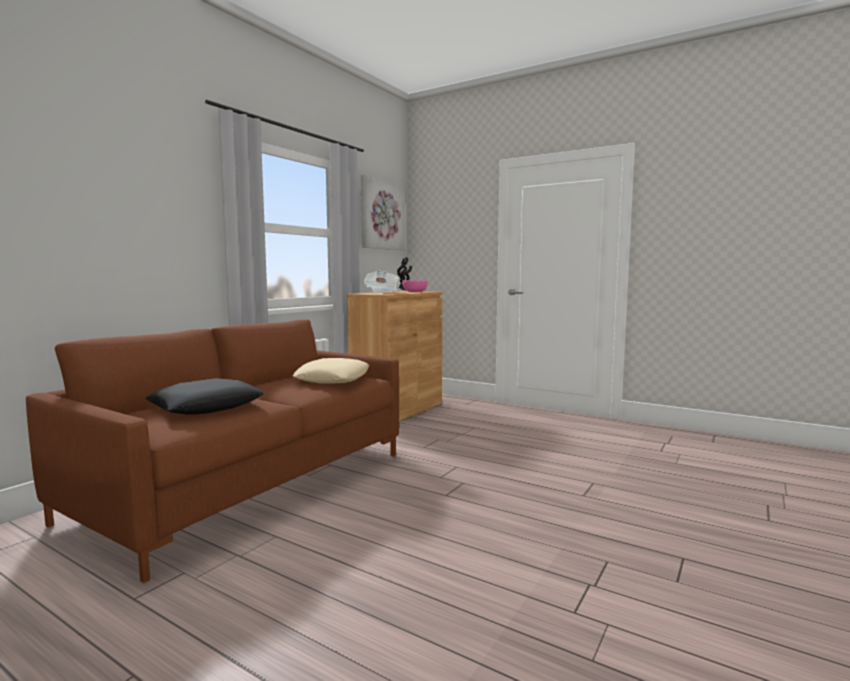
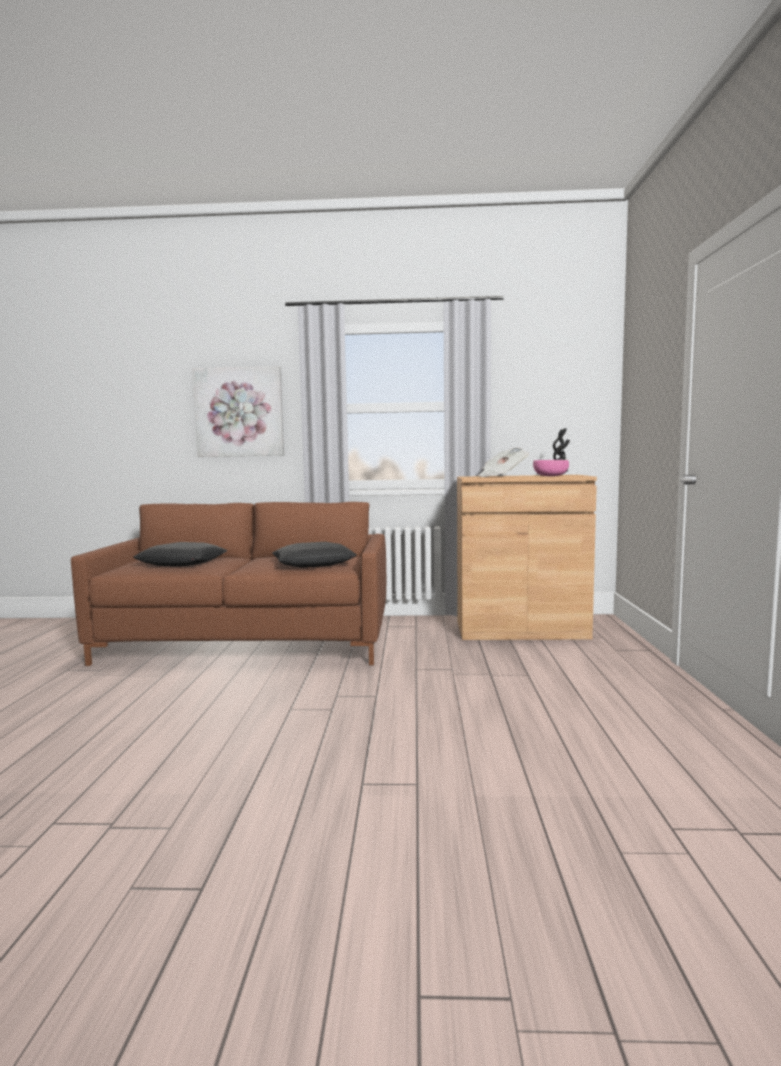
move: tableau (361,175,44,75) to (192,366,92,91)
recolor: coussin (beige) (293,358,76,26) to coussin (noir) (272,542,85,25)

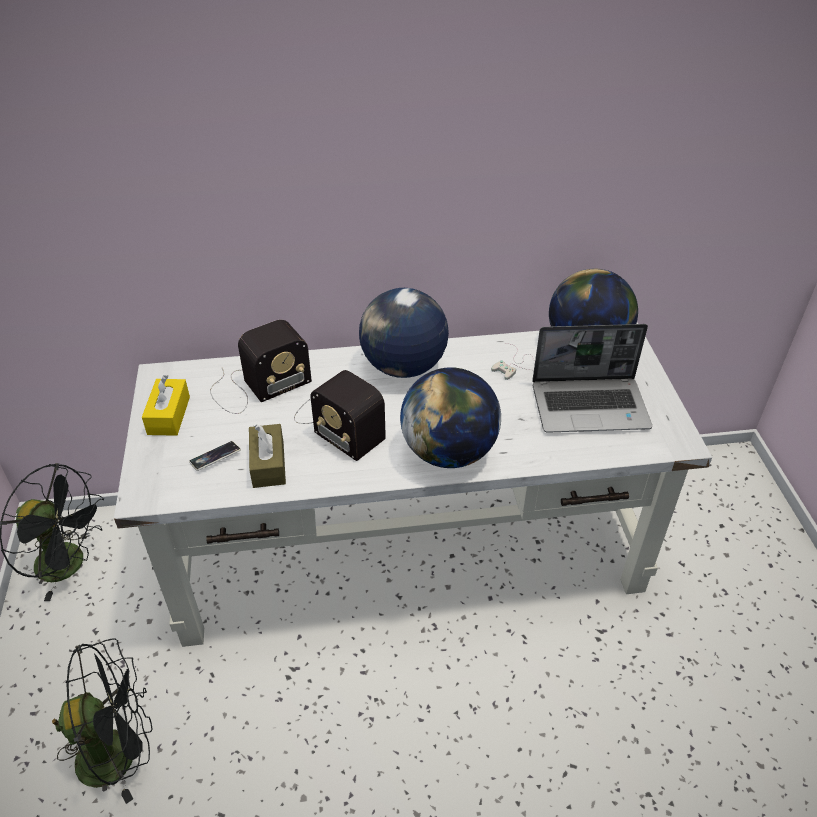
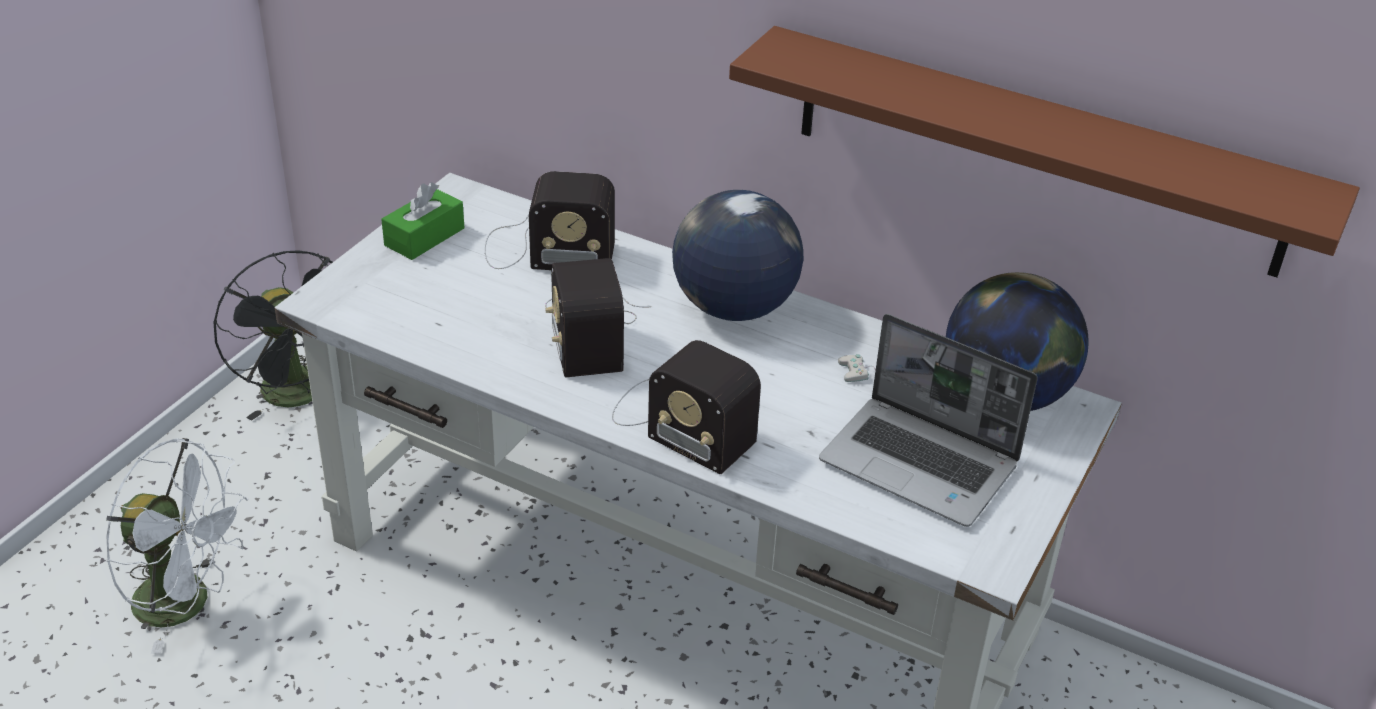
delete: boîte à mouchoirs (marron) (249,424,37,64); téléphone (189,441,52,30)
insert: étagère (marron) (729,26,631,251)
replace: globe (400,367,101,101) to radio (612,340,149,134)
recolor: boîte à mouchoirs (jaune) (142,375,48,61) to boîte à mouchoirs (vert) (381,182,83,78); ventilateur (noir) (52,638,101,166) to ventilateur (blanc) (106,438,142,216)

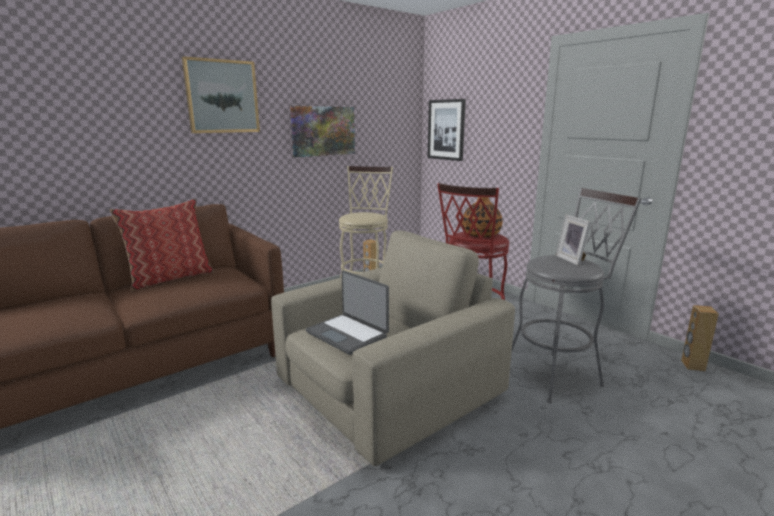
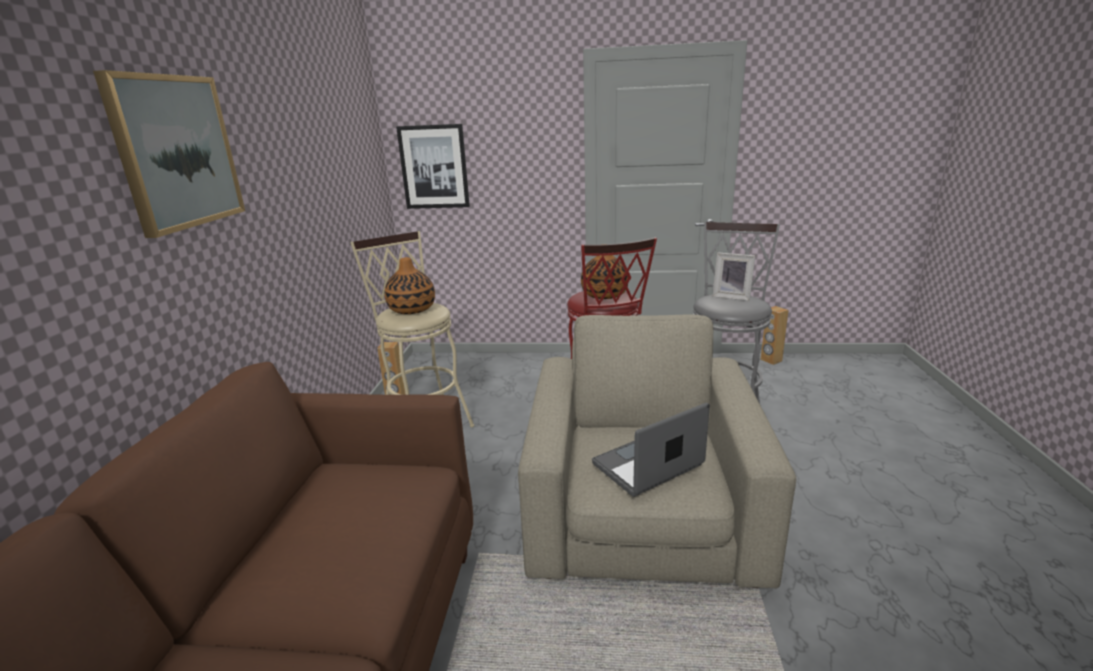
delete: tableau (290,106,65,51); coussin (110,199,103,92)
insert: vase (384,257,51,57)
rotate: ordinateur portable (306,270,83,85) = (592,403,118,94) 150 degrees clockwise

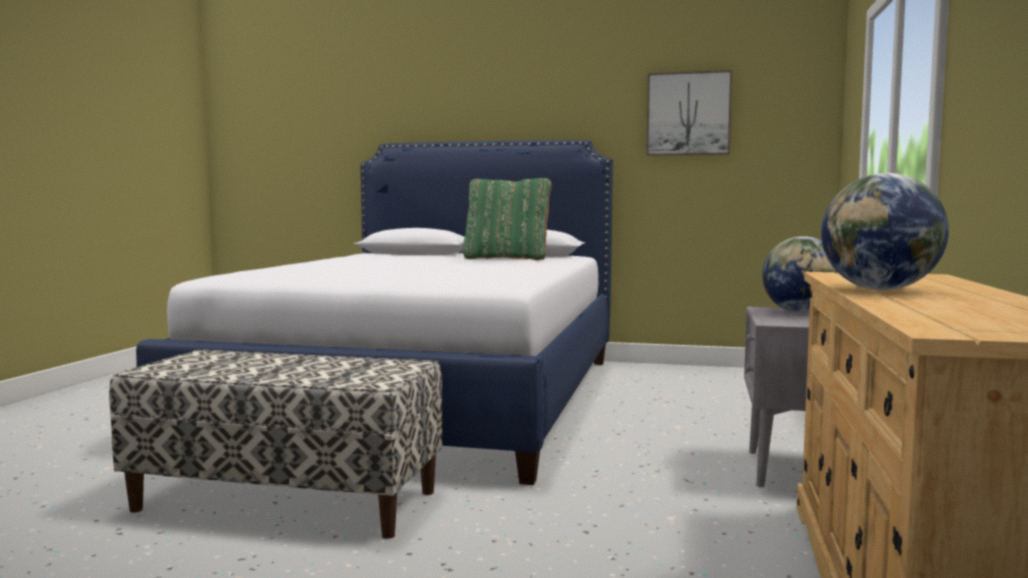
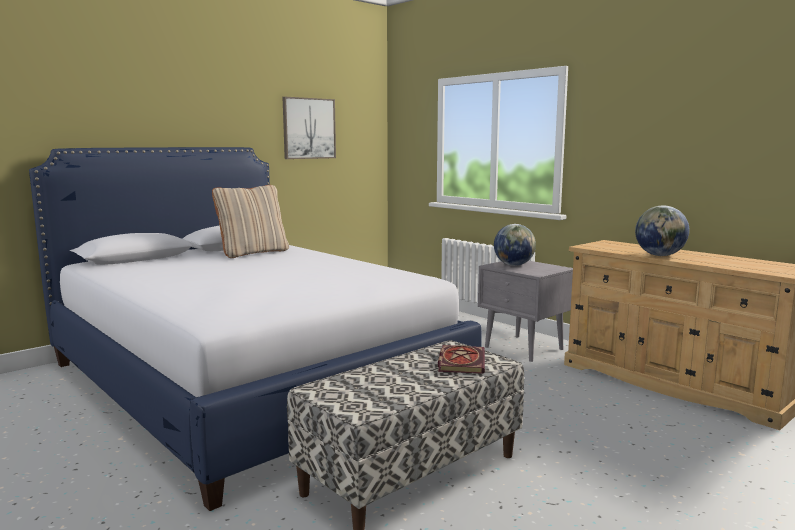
insert: livre (438,345,47,29)
recolor: coussin (vert) (463,178,89,82) to coussin (beige) (212,185,77,73)

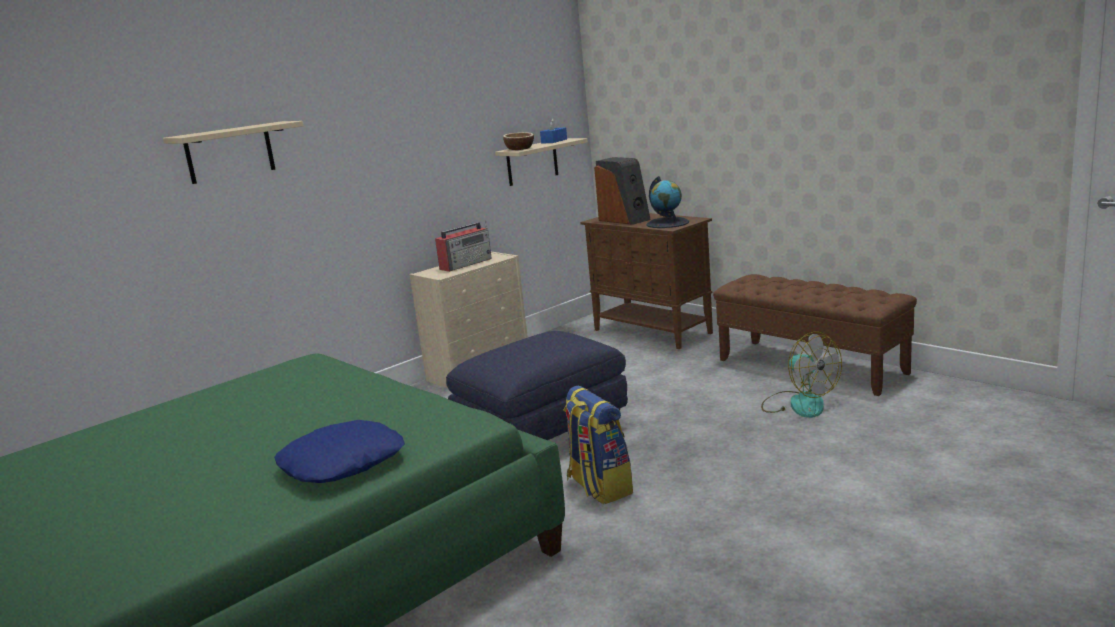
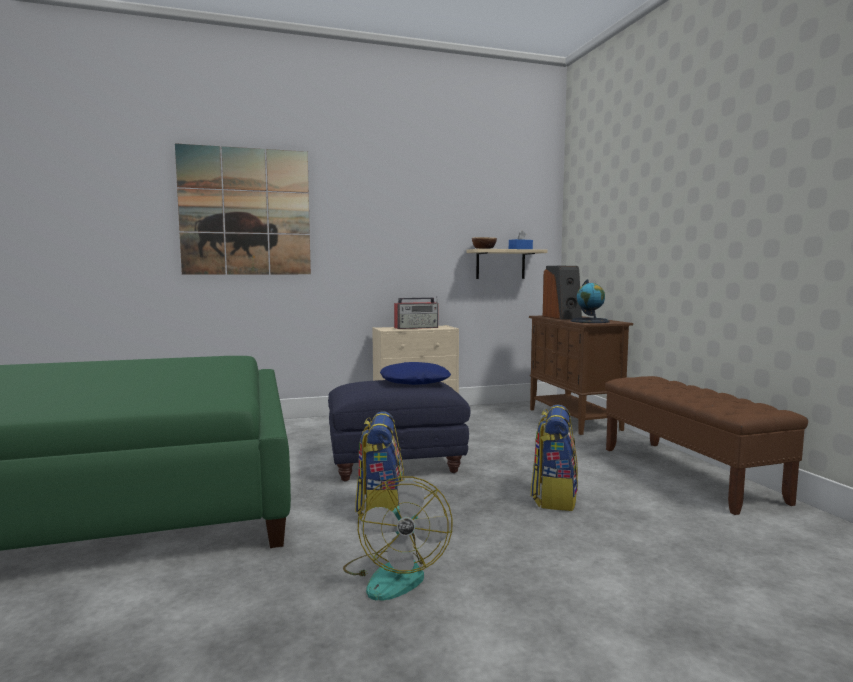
insert: sac à dos (531,405,47,106)
move: ventilateur (761,332,81,86) to (343,477,110,124); coussin (bleu) (274,420,131,63) to (380,362,71,23)
replace: étagère (beige) (163,121,140,63) to tableau (175,143,136,131)

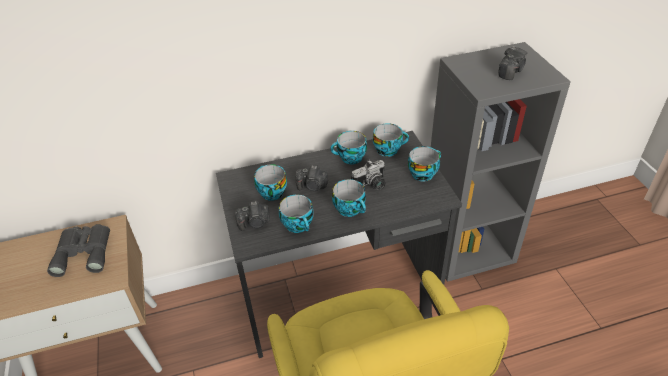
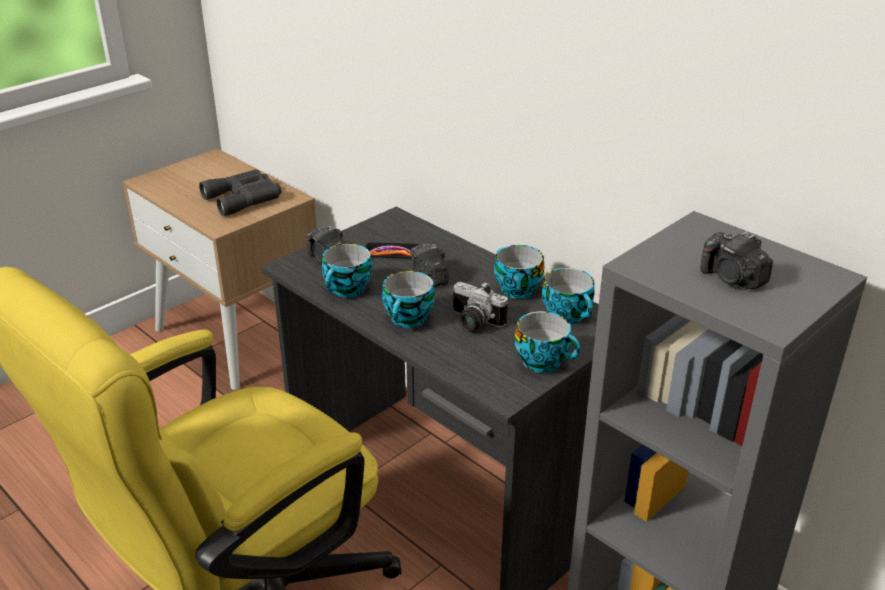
replace: tasse (254,164,33,37) to téléphone (366,243,53,15)
rotate: appareil photo (498,46,29,34) = (701,232,72,58) 45 degrees clockwise

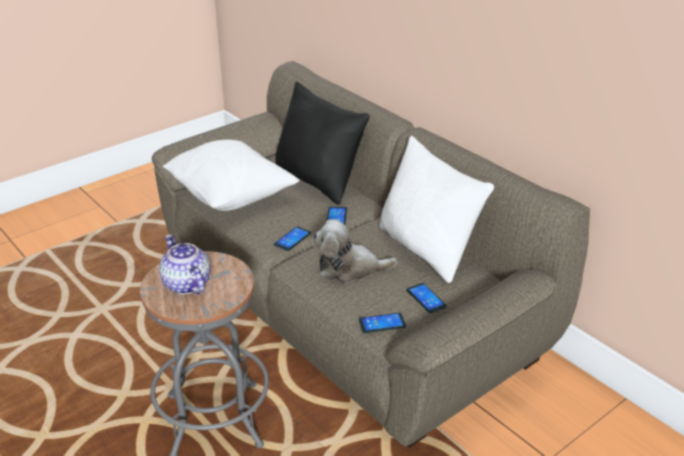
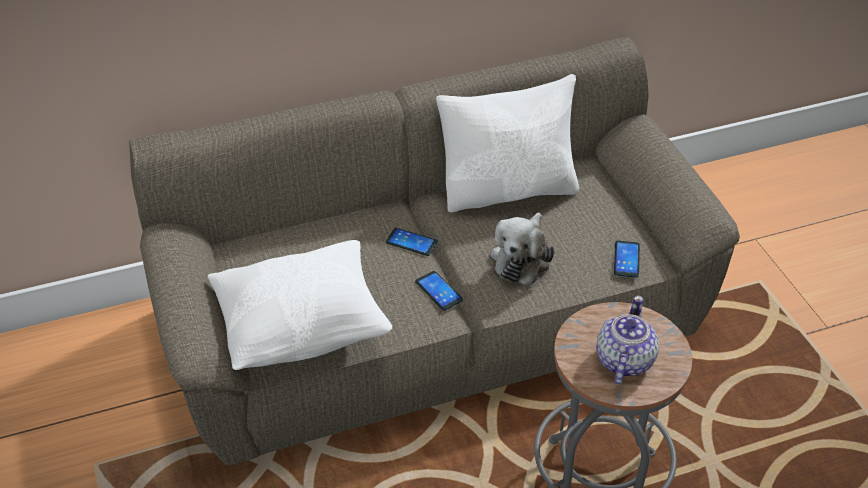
delete: coussin (noir) (275,82,95,123); téléphone (407,283,40,30)
rotate: théière (159,235,52,59) = (596,295,63,90) 120 degrees clockwise

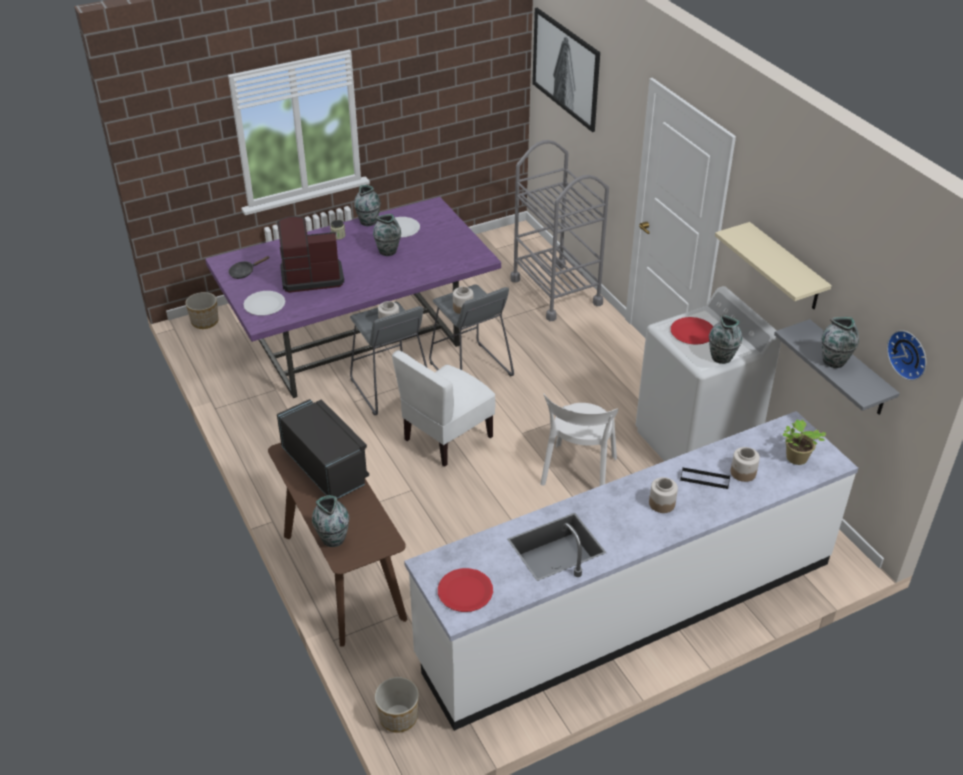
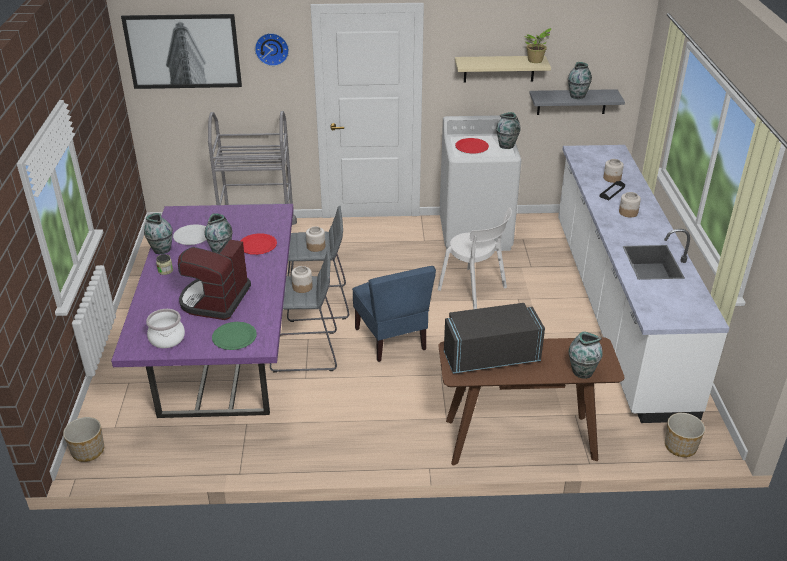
move: horloge murale (887,330,39,51) to (255,33,34,33); plante en pot (783,420,43,45) to (525,28,26,35); assiette (rouge) (438,568,55,44) to (240,233,37,22)
replace: poêle (noir) (228,256,42,23) to marmite (146,309,39,39)
recolor: assiette (blanc) (243,291,42,25) to assiette (vert) (212,322,45,28); chaise (blanc) (392,350,103,117) to chaise (bleu) (352,266,84,96)

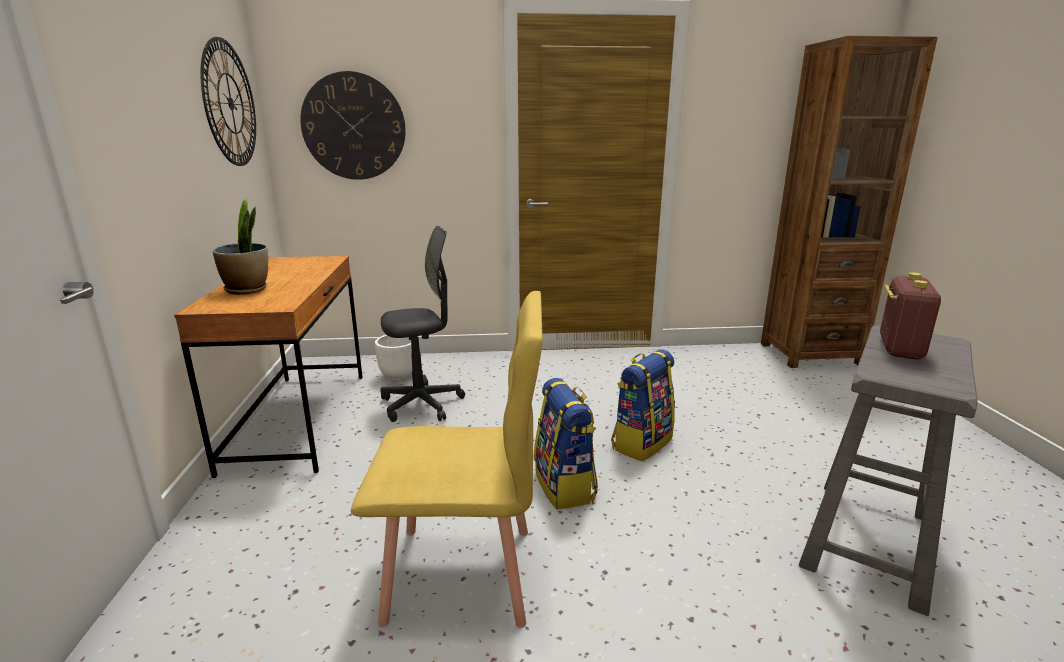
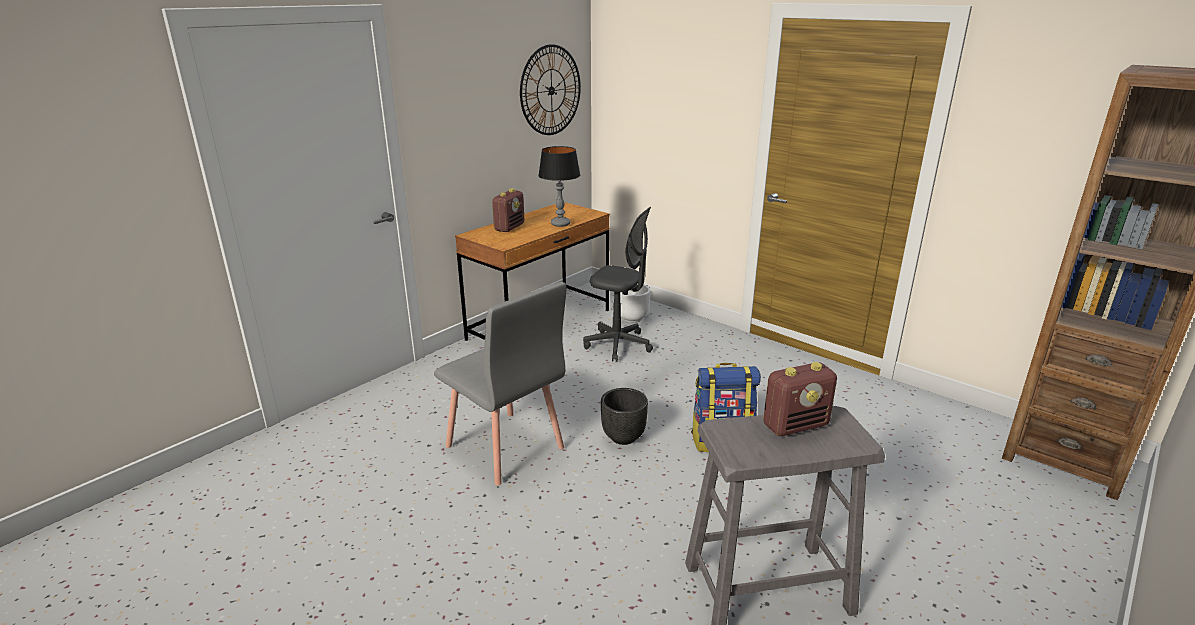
delete: horloge murale (300,71,106,109)
insert: lampe de table (538,146,42,81)
replace: plante en pot (213,197,55,98) to radio (492,188,32,44); sac à dos (534,378,64,131) to cache-pot (noir) (601,388,47,57)
recolor: chaise (jaune) (351,291,192,337) to chaise (gris) (434,282,133,203)

